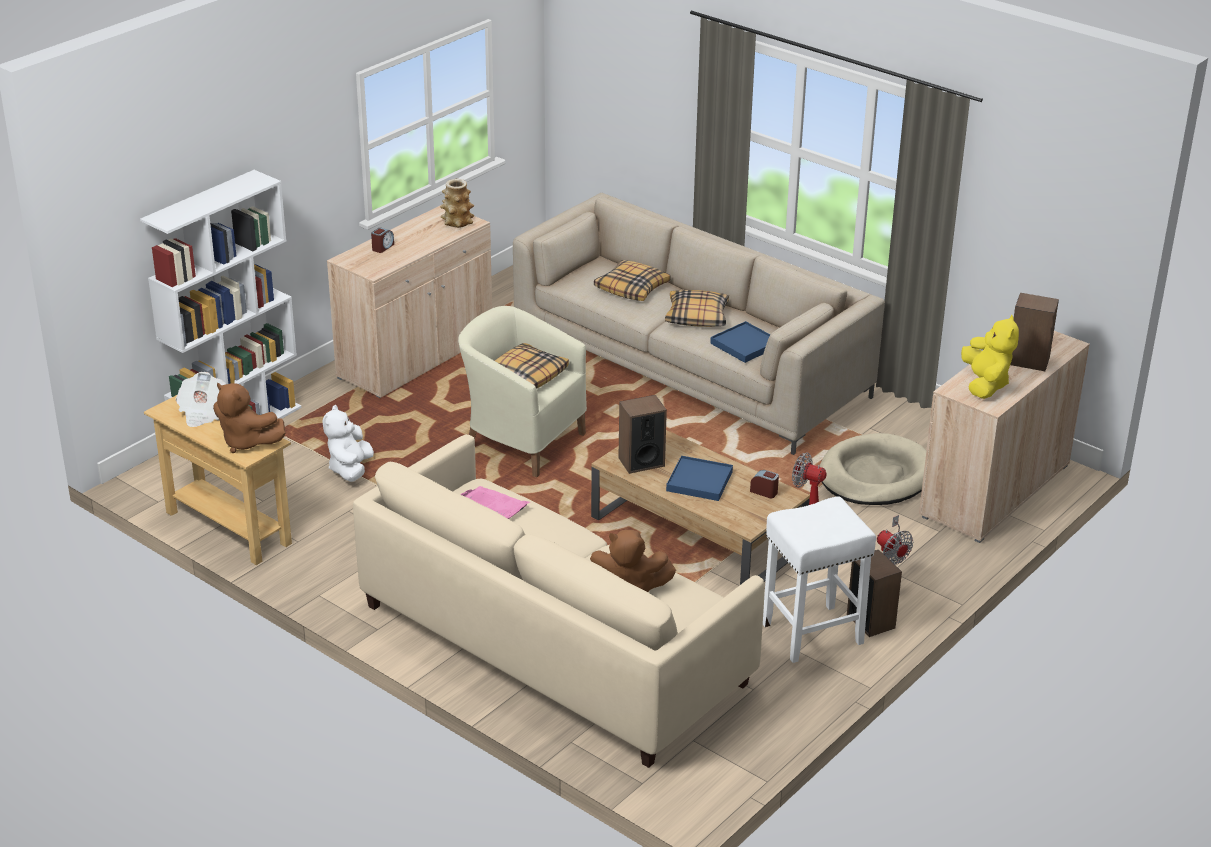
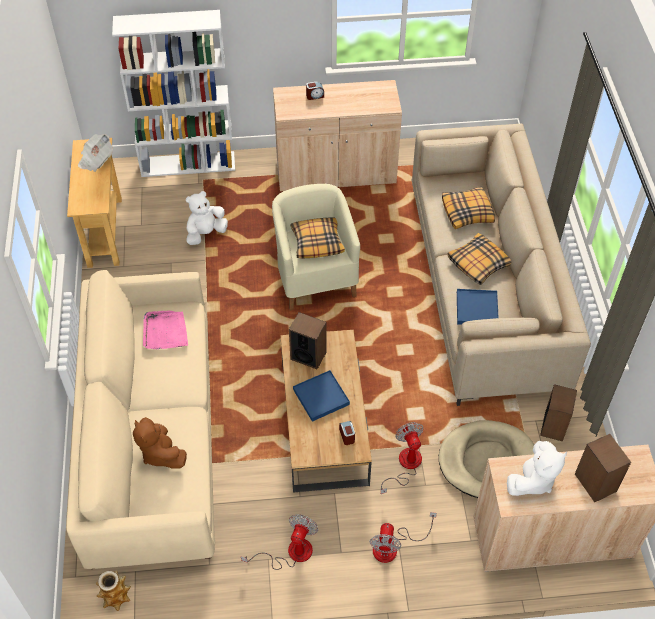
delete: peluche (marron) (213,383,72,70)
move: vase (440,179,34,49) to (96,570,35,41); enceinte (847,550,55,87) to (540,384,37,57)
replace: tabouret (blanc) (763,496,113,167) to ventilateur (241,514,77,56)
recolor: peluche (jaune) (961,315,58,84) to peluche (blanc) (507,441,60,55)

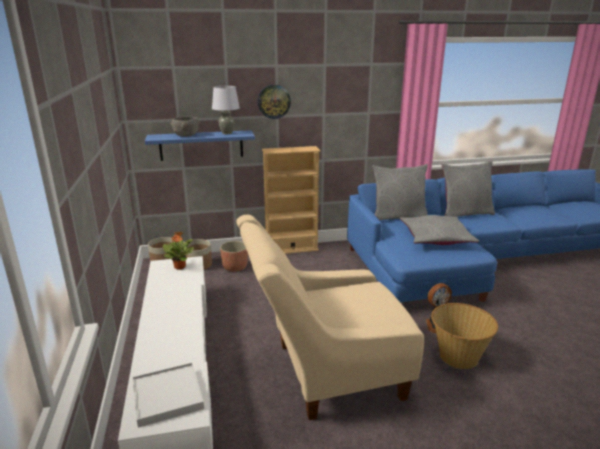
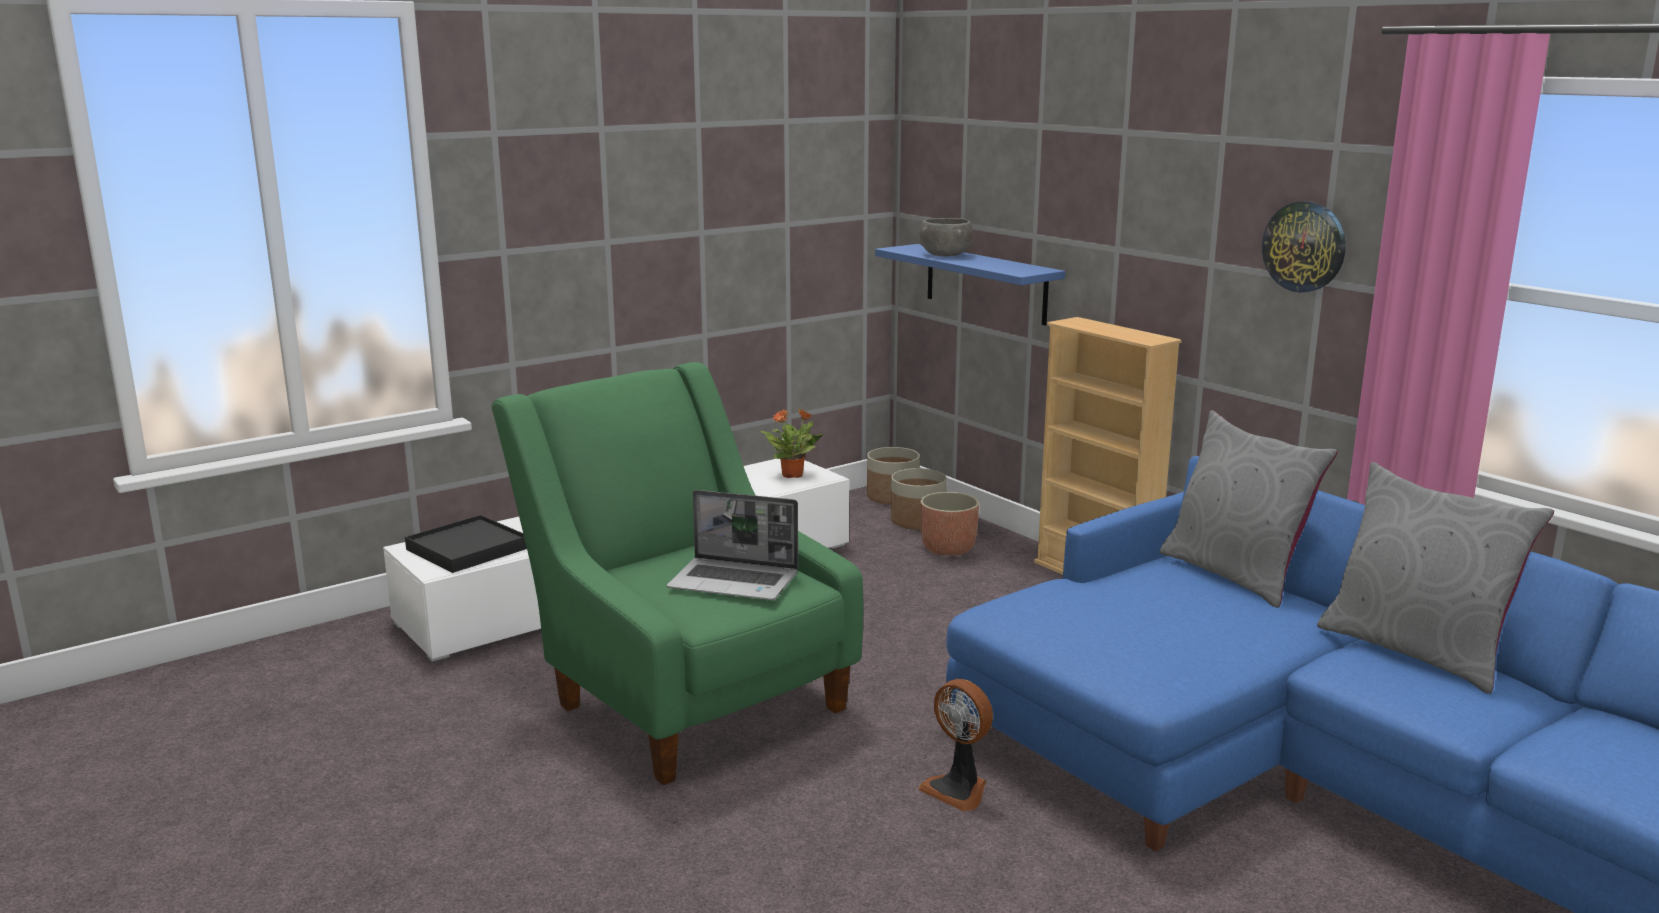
delete: lampe de table (gris) (212,86,28,48); coussin (gris) (400,215,79,30); panier (431,303,67,66)
insert: ordinateur portable (667,490,131,110)
move: horloge murale (257,85,34,34) to (1262,201,84,92)
recolor: fauteuil (beige) (236,215,188,205) to fauteuil (vert) (492,362,371,423); plateau (blanc) (132,363,72,65) to plateau (noir) (405,515,122,58)

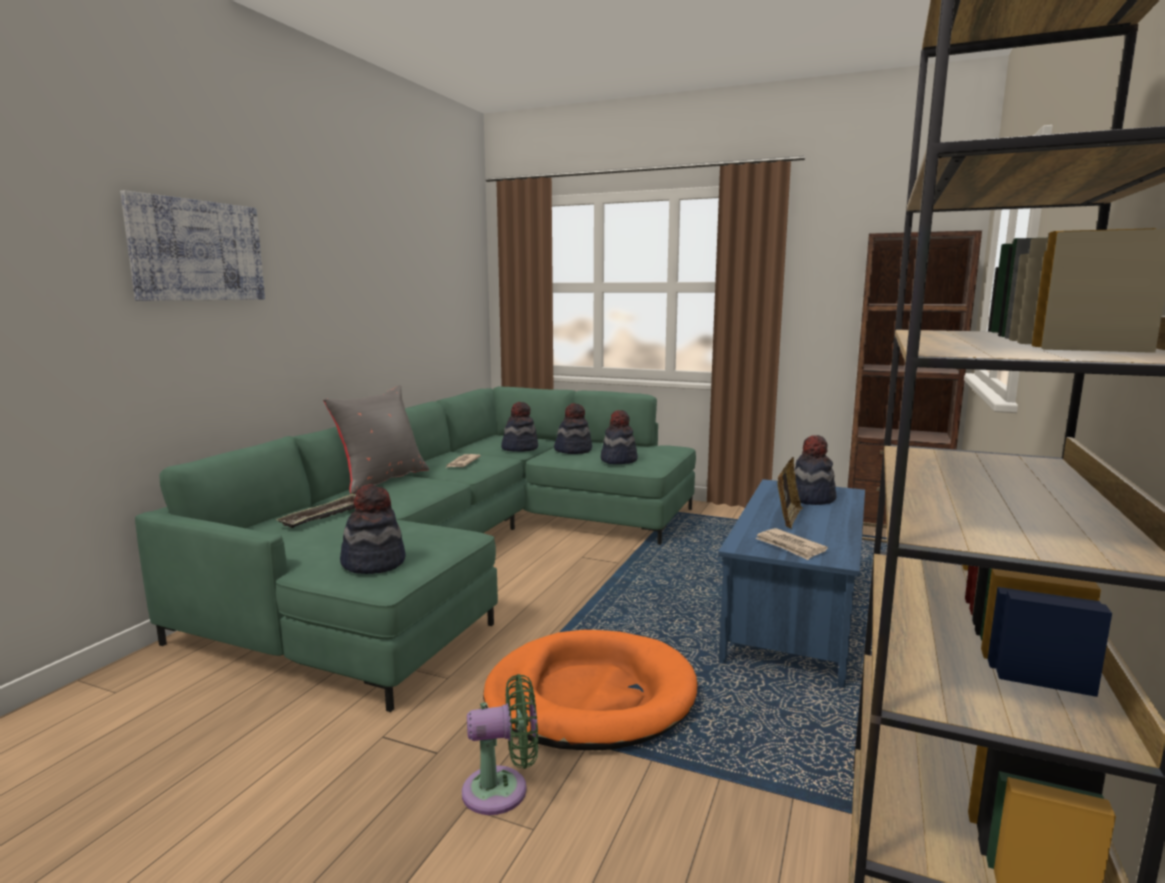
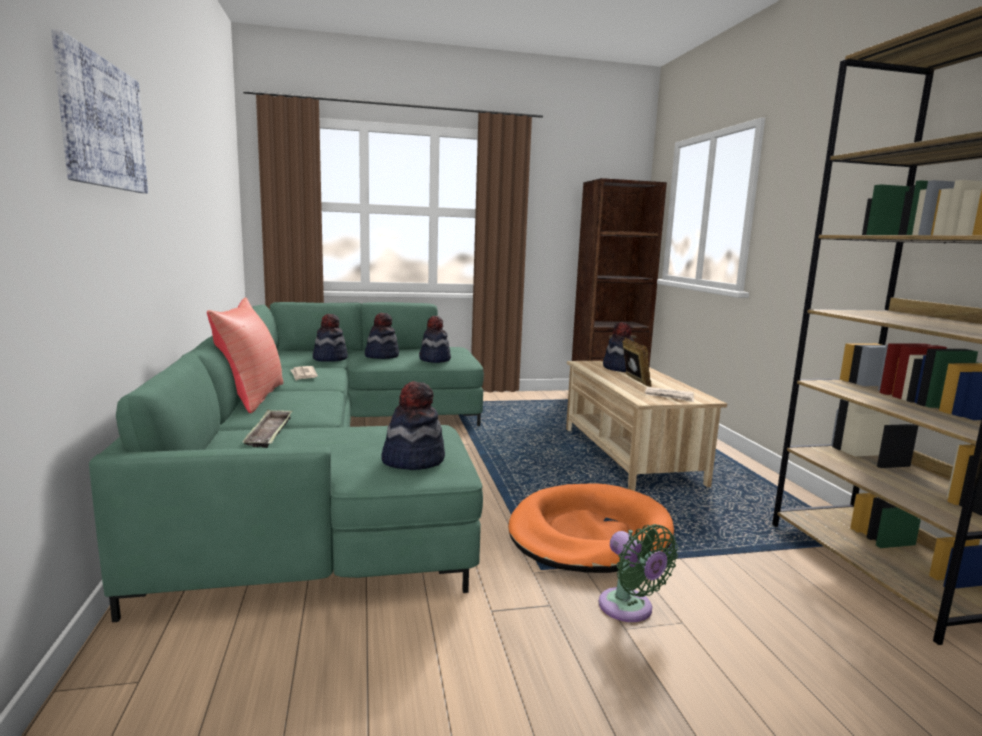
recolor: coussin (gris) (323,385,106,109) to coussin (rouge) (207,297,76,116); table basse (bleu) (718,479,147,209) to table basse (beige) (566,361,161,130)
rotate: ventilateur (vert) (462,674,76,141) = (599,524,79,98) 105 degrees clockwise

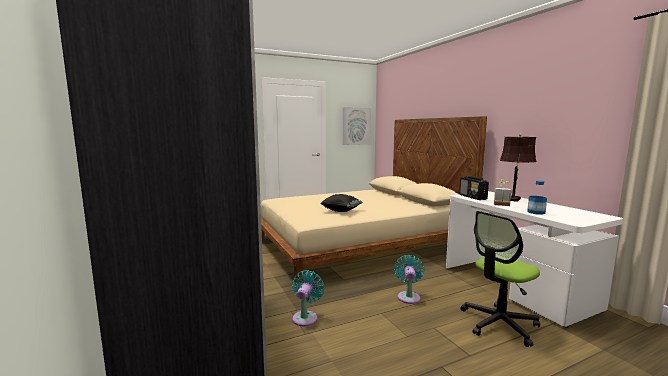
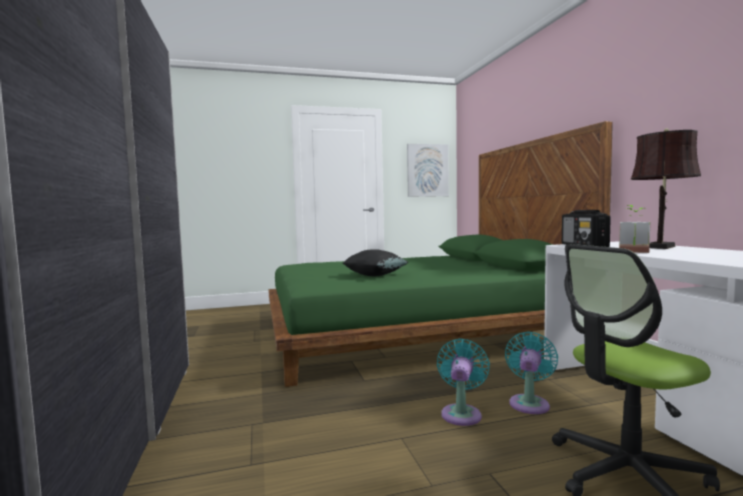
delete: bouteille (527,180,20,35)
move: ventilateur (turquoise) (292,270,32,56) to (505,332,53,82)
recolor: lit (beige) (261,116,226,169) to lit (vert) (268,121,345,266)

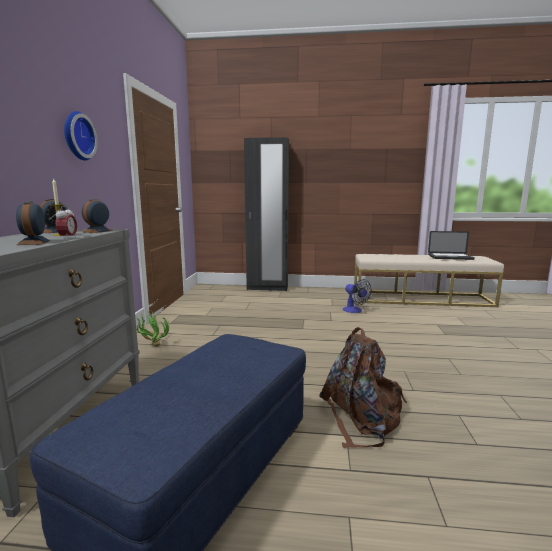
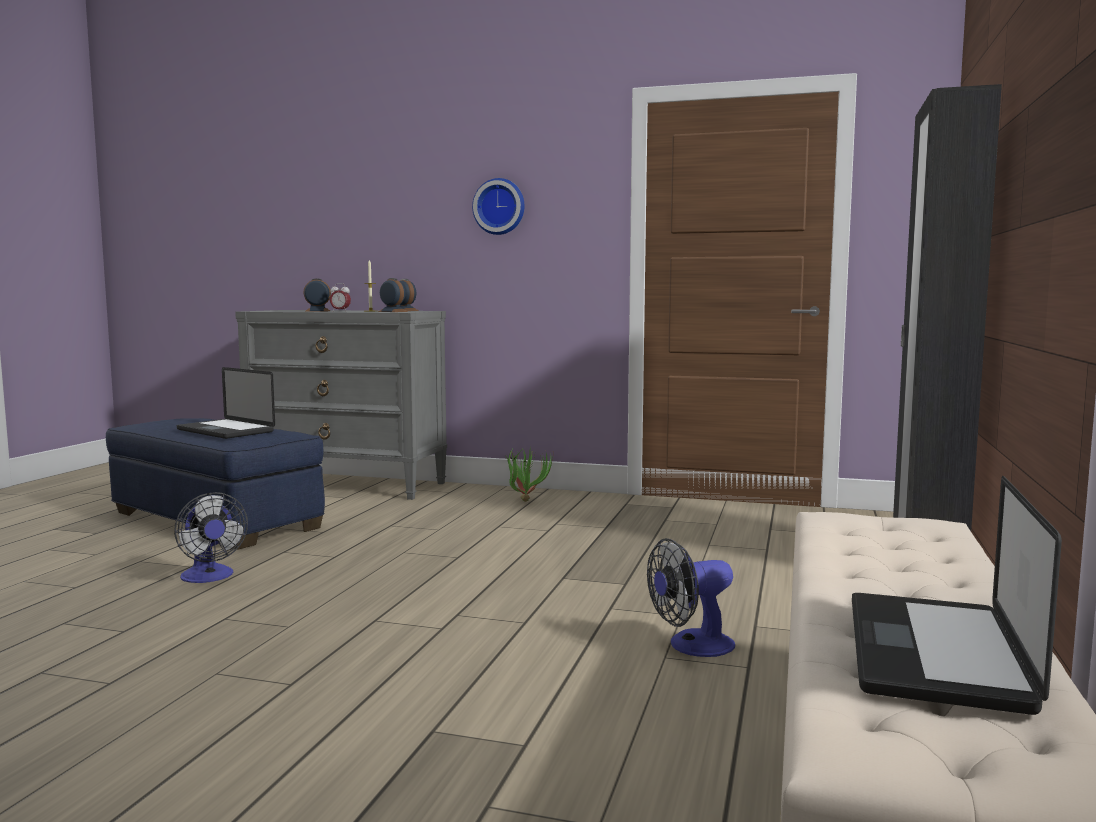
insert: ordinateur portable (177,367,98,72)
replace: sac à dos (marron) (319,327,88,121) to ventilateur (174,492,74,91)

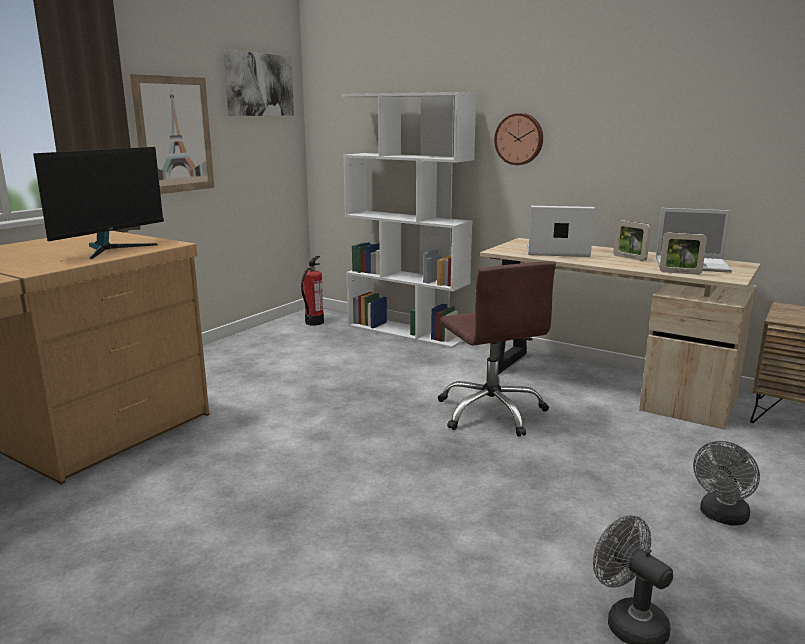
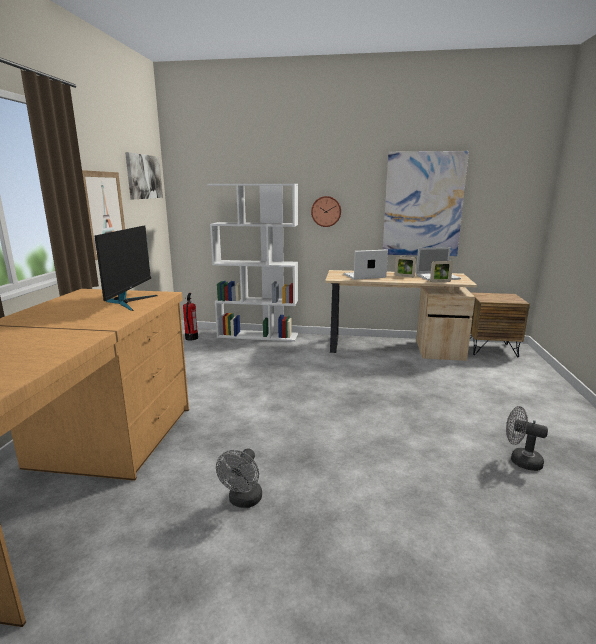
delete: chaise de bureau (marron) (438,261,118,176)
insert: tableau (383,151,86,105)
move: ventilateur (gris) (693,441,67,85) to (216,448,46,60)

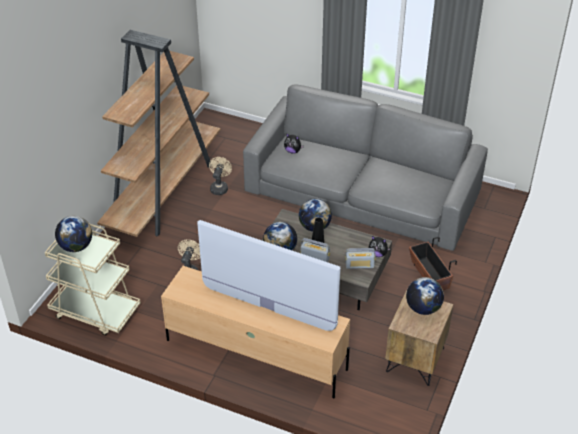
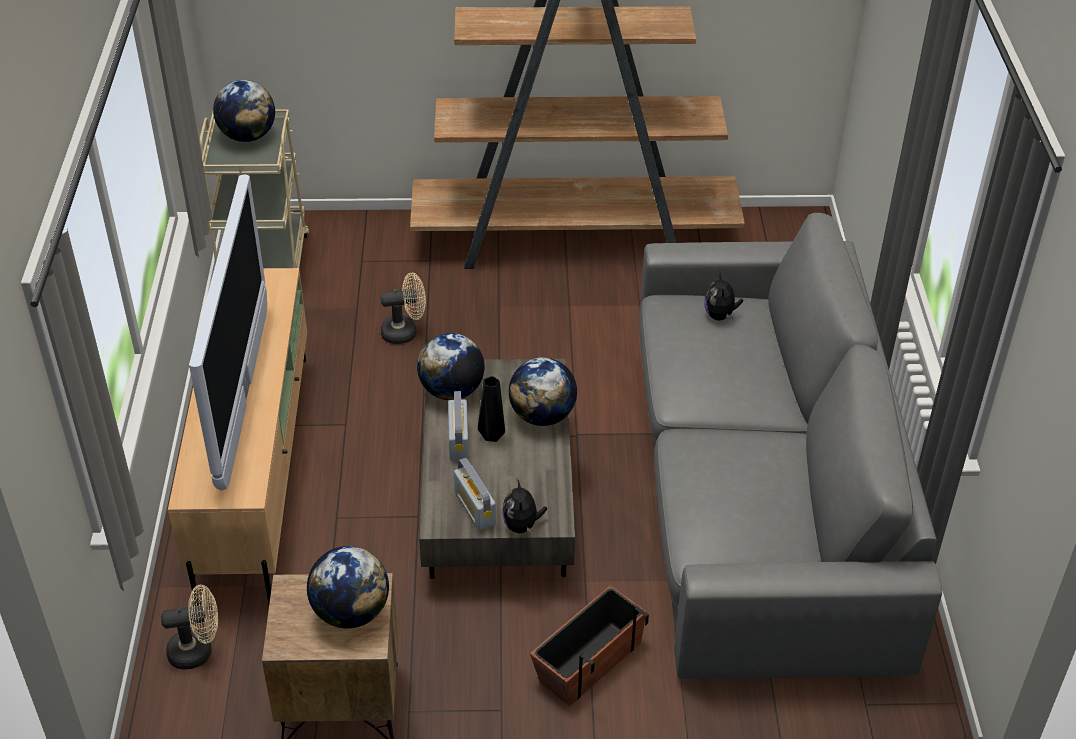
move: ventilateur (beige) (209,157,23,38) to (161,585,57,85)

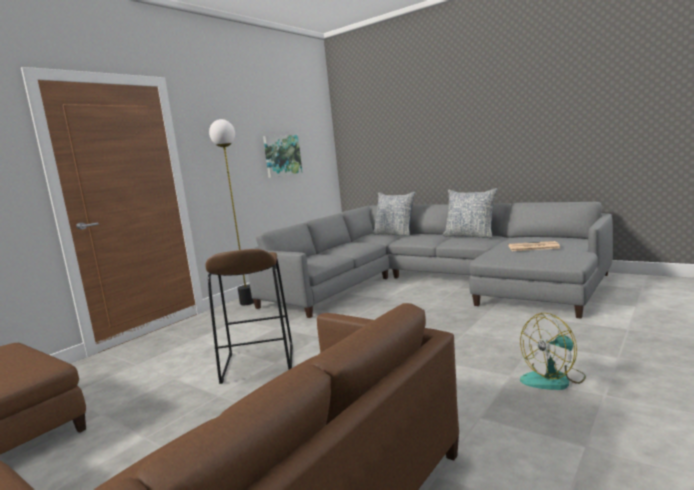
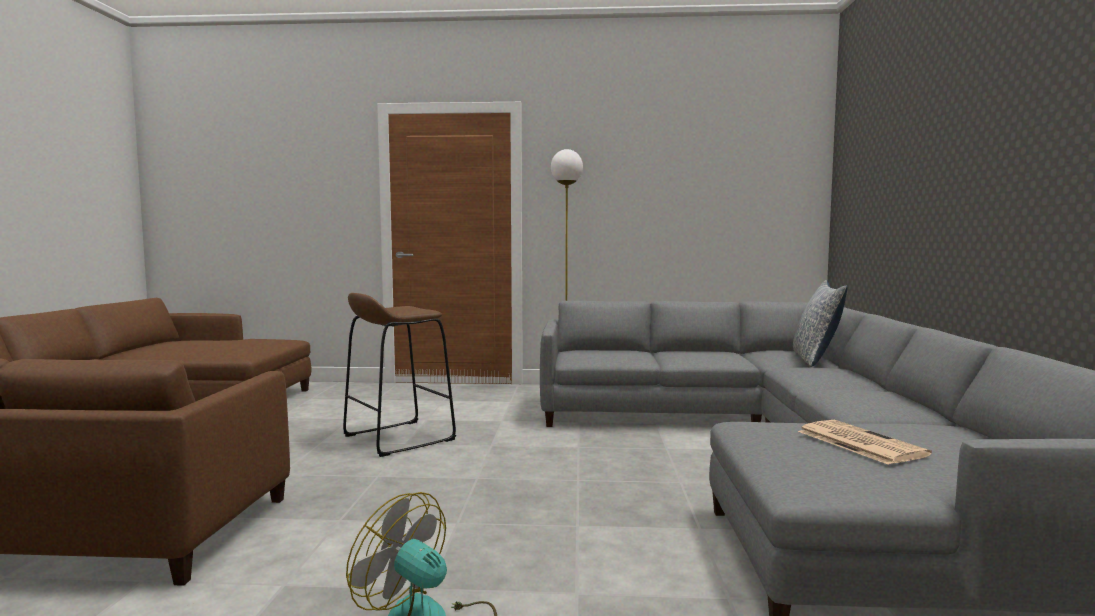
delete: tableau (263,135,40,43); coussin (443,188,55,50)

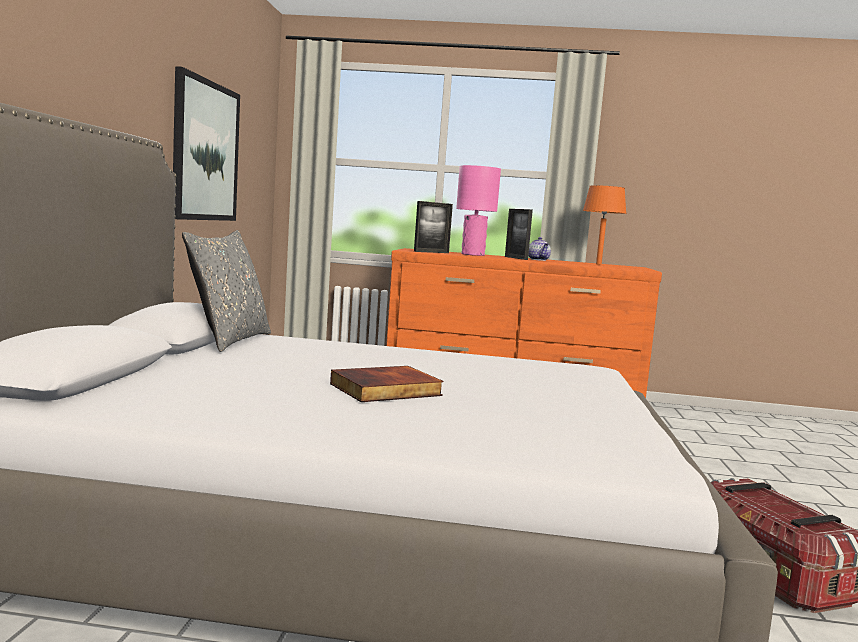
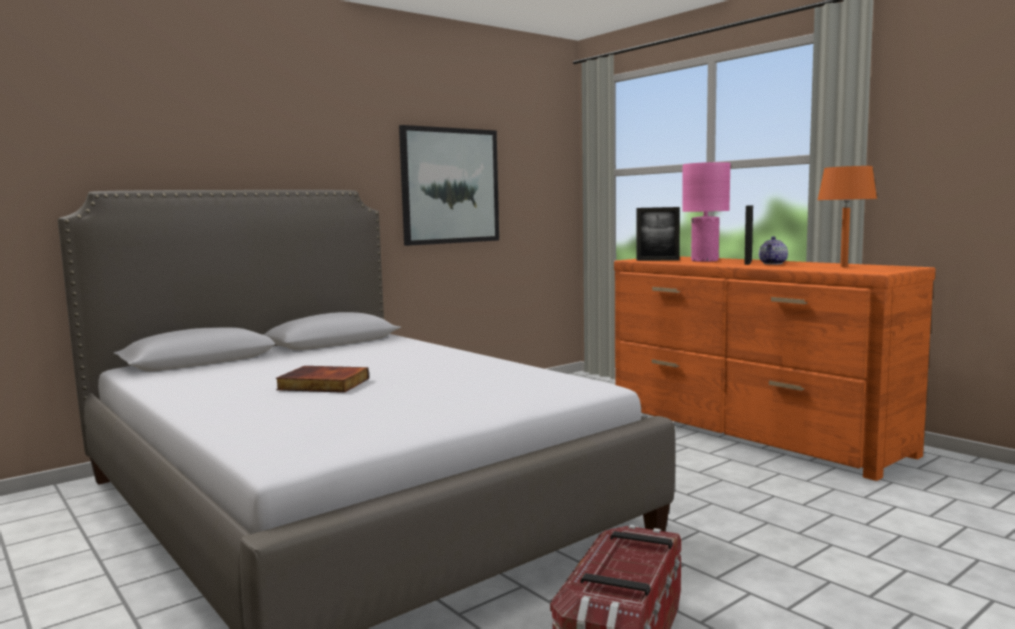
delete: coussin (gris) (182,230,89,122)

